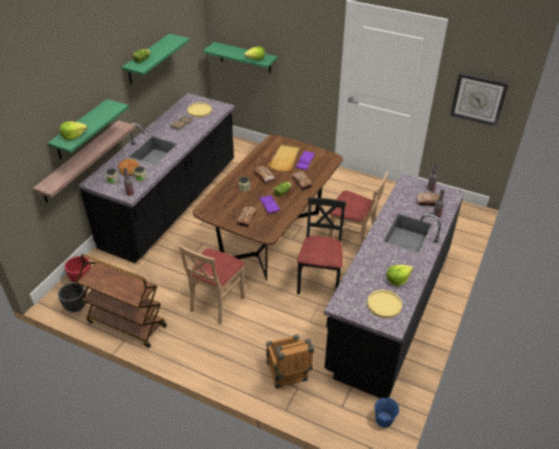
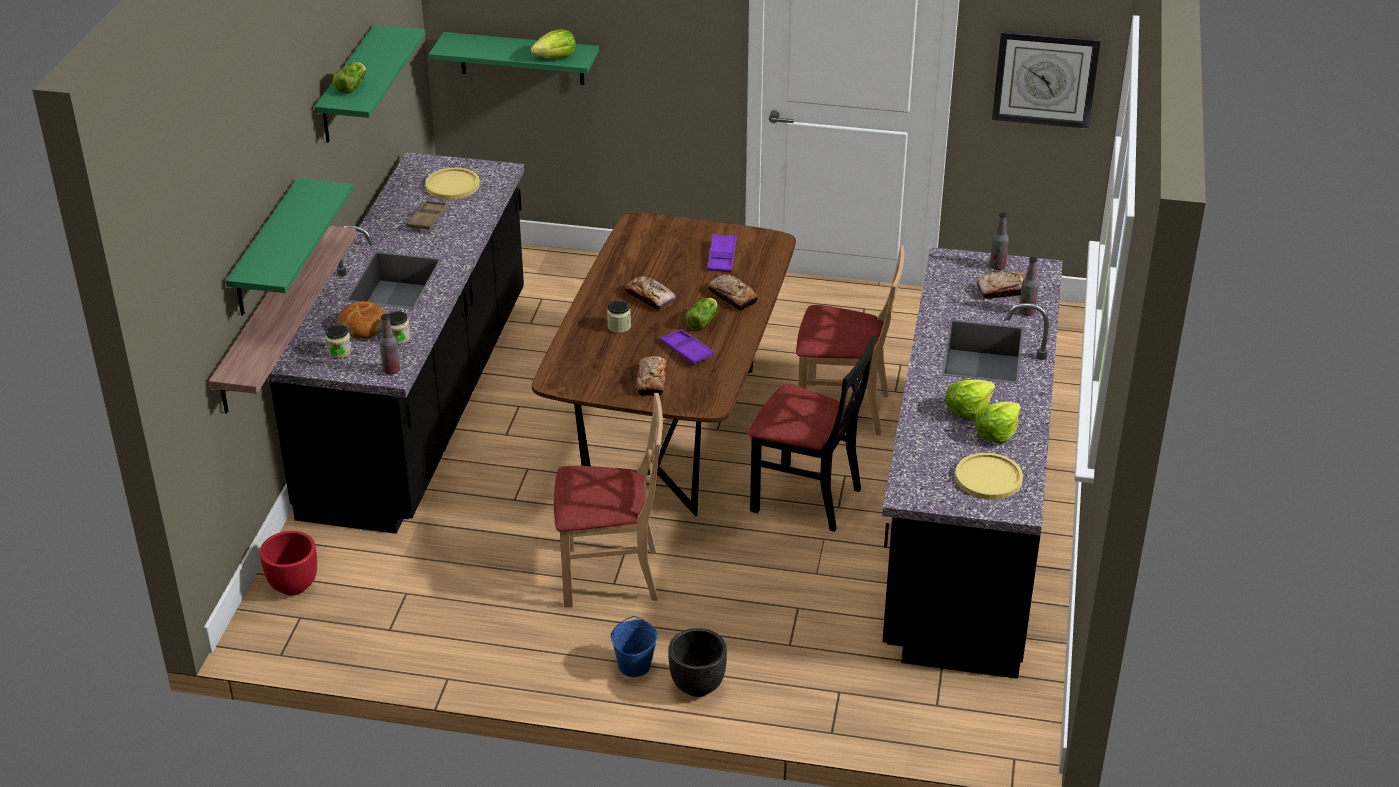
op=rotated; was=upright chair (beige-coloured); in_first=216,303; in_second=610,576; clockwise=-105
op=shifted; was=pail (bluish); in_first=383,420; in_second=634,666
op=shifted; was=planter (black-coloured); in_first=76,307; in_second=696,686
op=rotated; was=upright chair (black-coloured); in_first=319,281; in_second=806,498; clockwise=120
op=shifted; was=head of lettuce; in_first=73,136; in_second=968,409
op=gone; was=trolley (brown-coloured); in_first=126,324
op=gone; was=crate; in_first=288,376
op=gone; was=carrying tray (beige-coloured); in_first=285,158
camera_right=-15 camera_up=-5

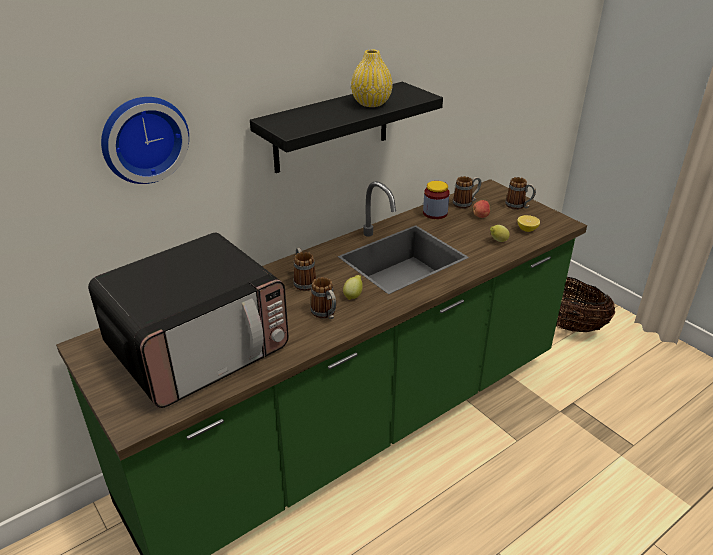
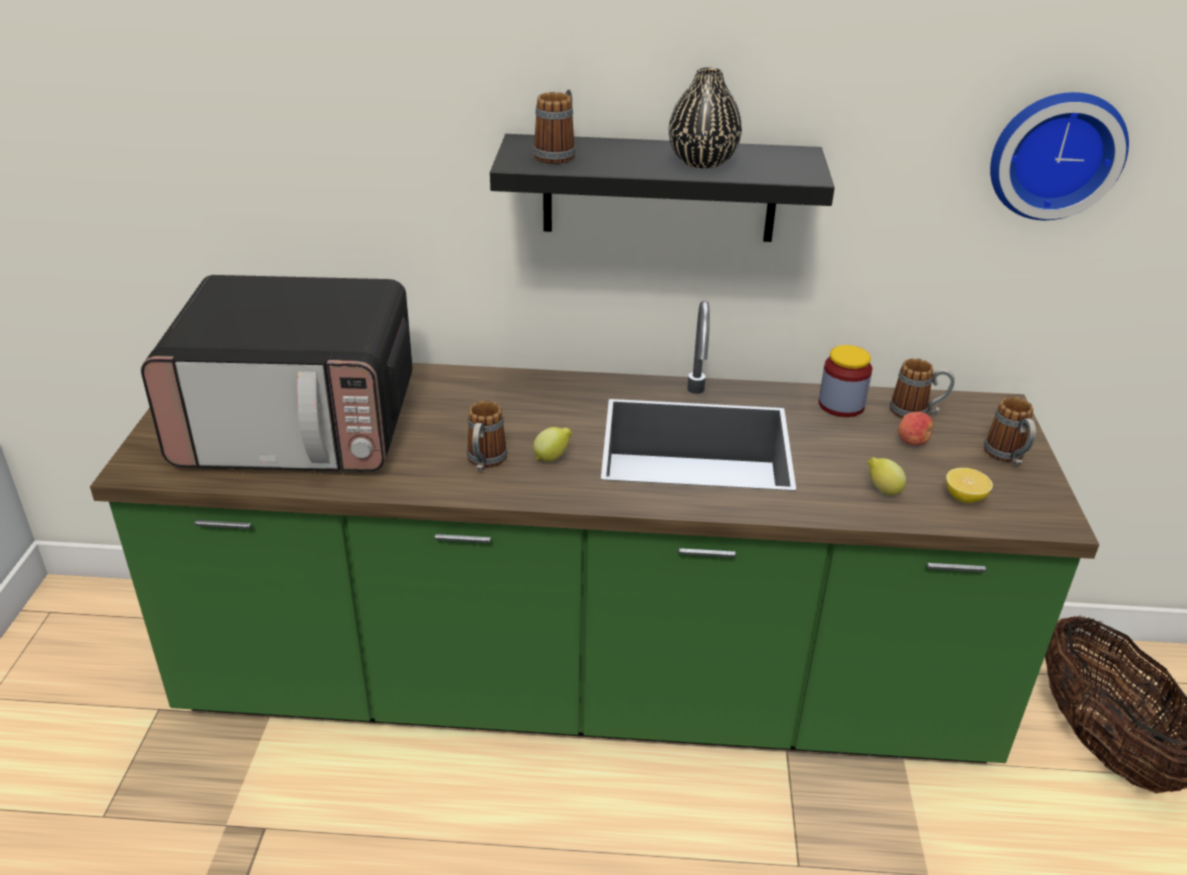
op=shifted; was=tea mug; in_first=303,281; in_second=558,154
op=repainted; was=vase (yellow-coloured); now=vase (black-coloured); in_first=371,103; in_second=702,162
op=shifted; was=hanging clock; in_first=143,138; in_second=1054,153
camera_right=40 camera_up=0

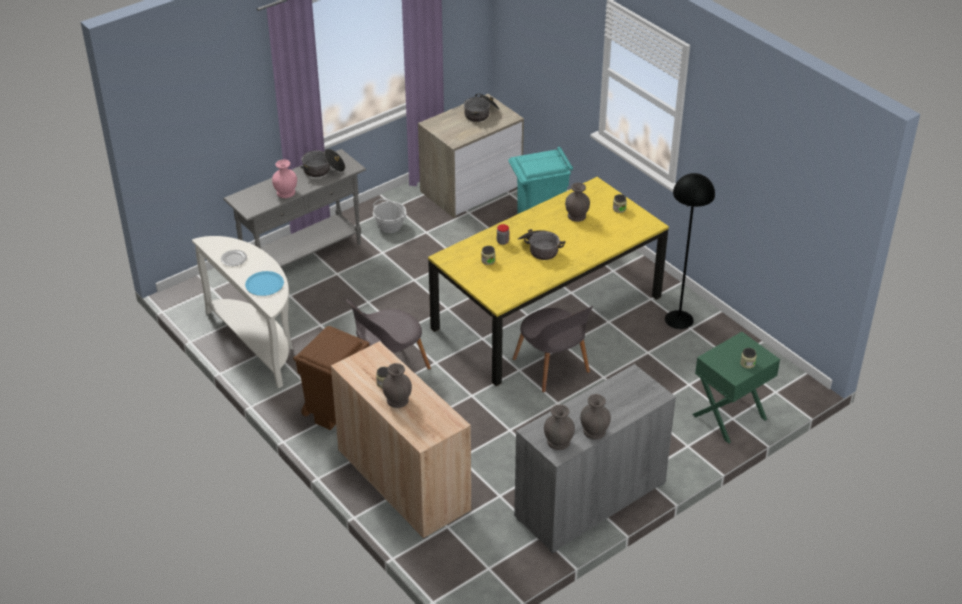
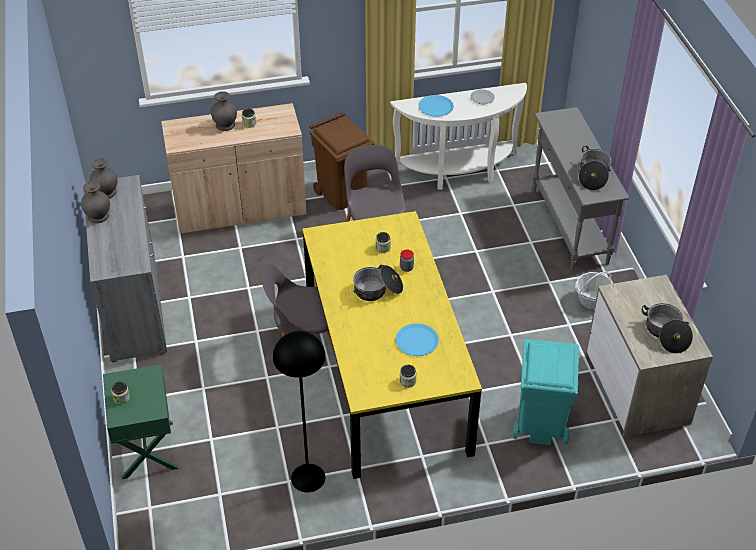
op=swapped; was=vase (grey); now=plate (bluish); in_first=577,215; in_second=417,340
op=gone; was=vase (pink-coloured); in_first=286,192
camera_right=115 camera_up=5

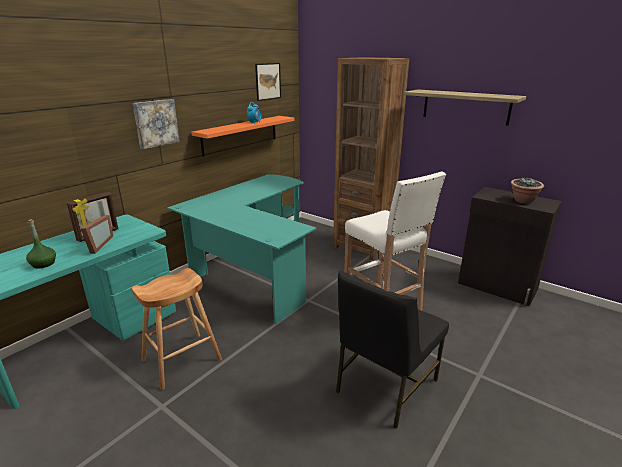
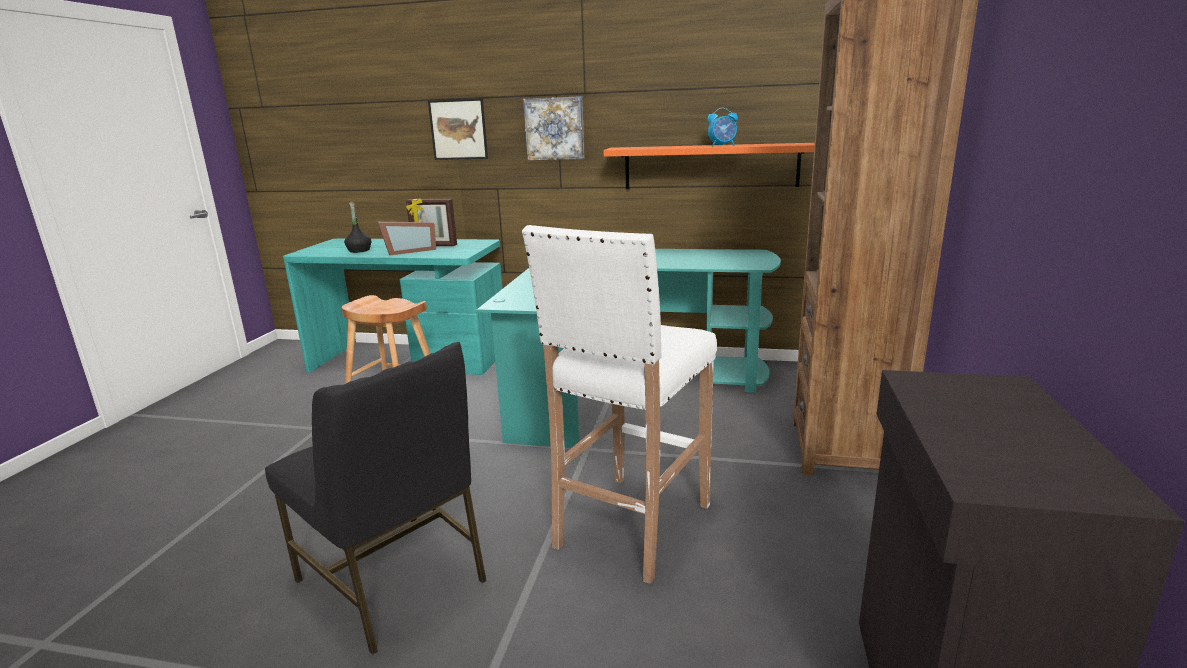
op=rotated; was=upright chair (black-coloured); in_first=384,386; in_second=394,581; clockwise=-150
op=repainted; was=beverage bottle (green); now=beverage bottle (black-coloured); in_first=43,264; in_second=359,250
op=shifted; was=picture; in_first=268,81; in_second=458,129
op=gone; was=bracket shelf; in_first=465,106
op=gone; was=plant in a pot; in_first=523,201
camera_right=65 camera_up=-5

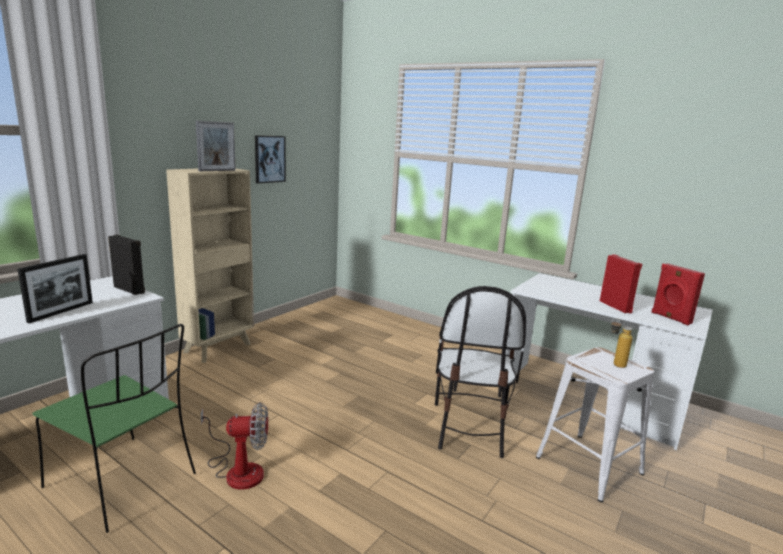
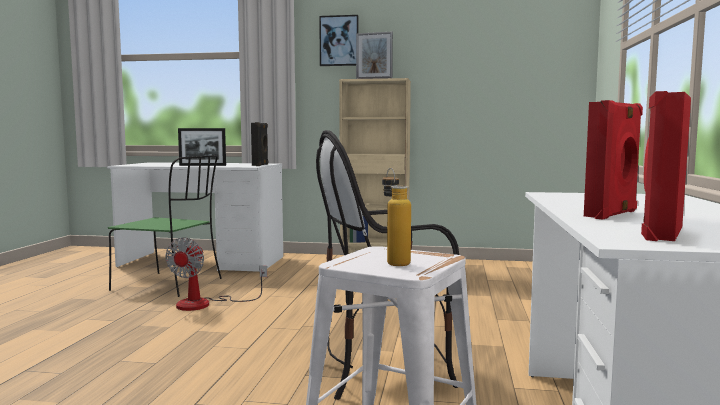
op=rotated; was=upright chair (green); in_first=124,482; in_second=170,285; clockwise=-75
op=rotated; was=electric fan; in_first=238,469; in_second=205,304; clockwise=45
op=shifted; was=picture; in_first=269,159; in_second=339,41
camera_right=65 camera_up=-10

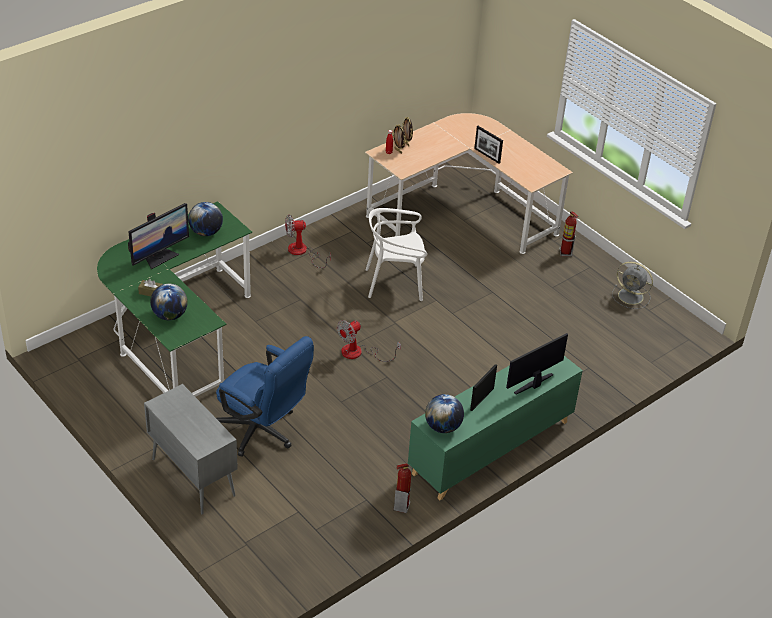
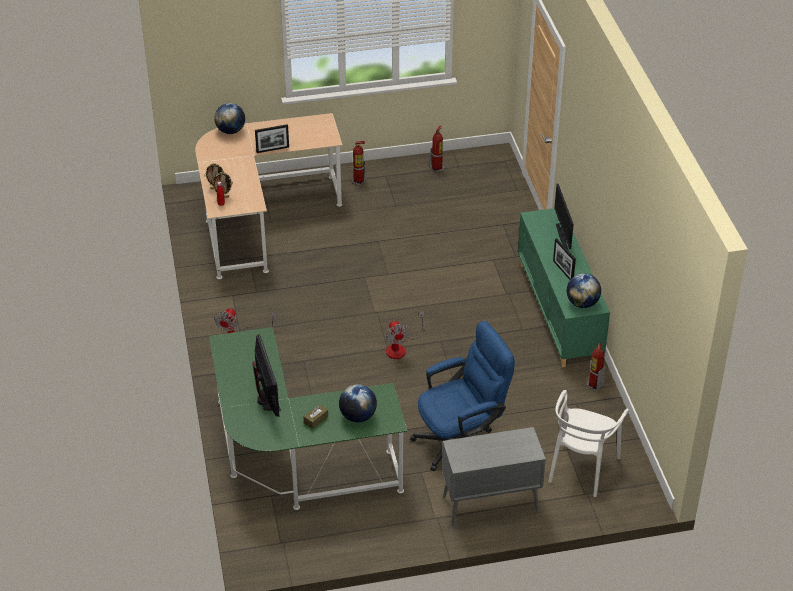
op=shifted; was=globe; in_first=206,232; in_second=230,131
op=swapped; was=electric fan (grey); now=fire-fighting cylinder; in_first=631,296; in_second=437,168
op=shifted; was=upright chair (whitish); in_first=394,283; in_second=581,468
camera_right=-60 camera_up=0

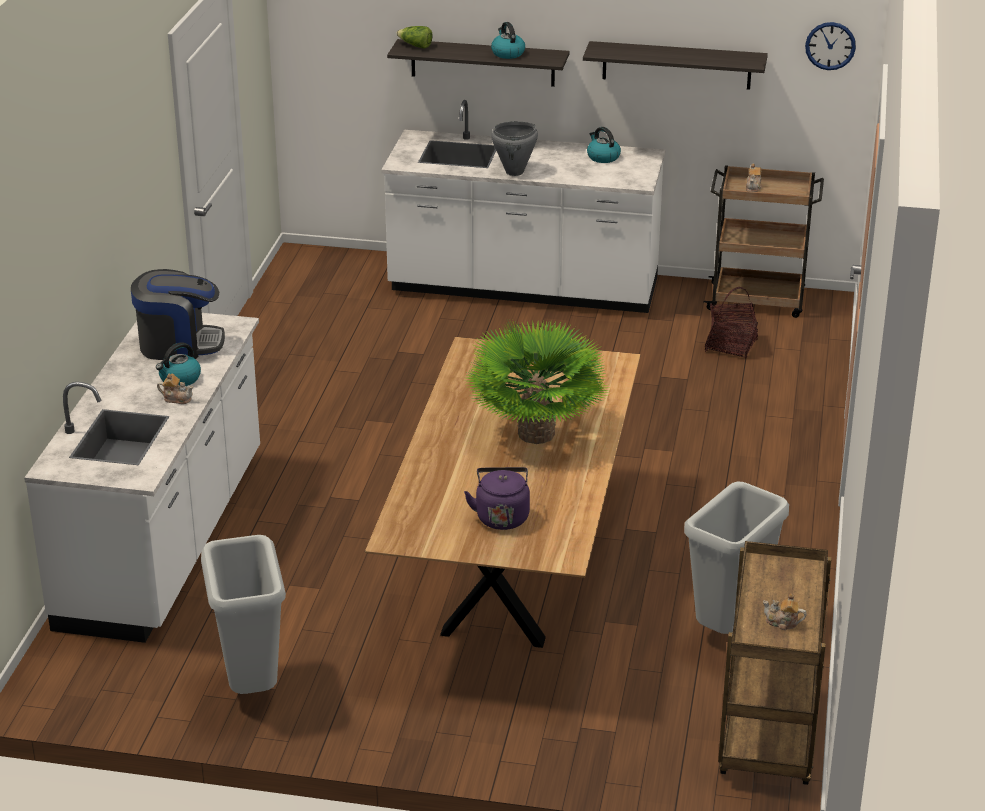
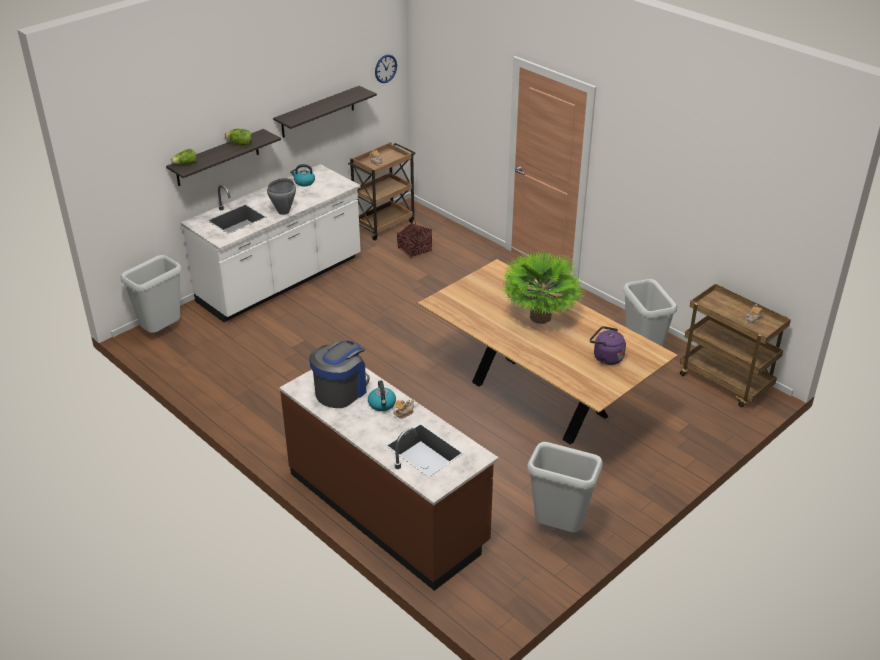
op=new; now=waste bin (grey); in_second=162,331
op=swapped; was=tea kettle; now=head of lettuce; in_first=507,53; in_second=240,144
op=repainted; was=counter (whitish); now=counter (brown-coloured); in_first=165,540; in_second=388,508
camera_right=-55 camera_up=5

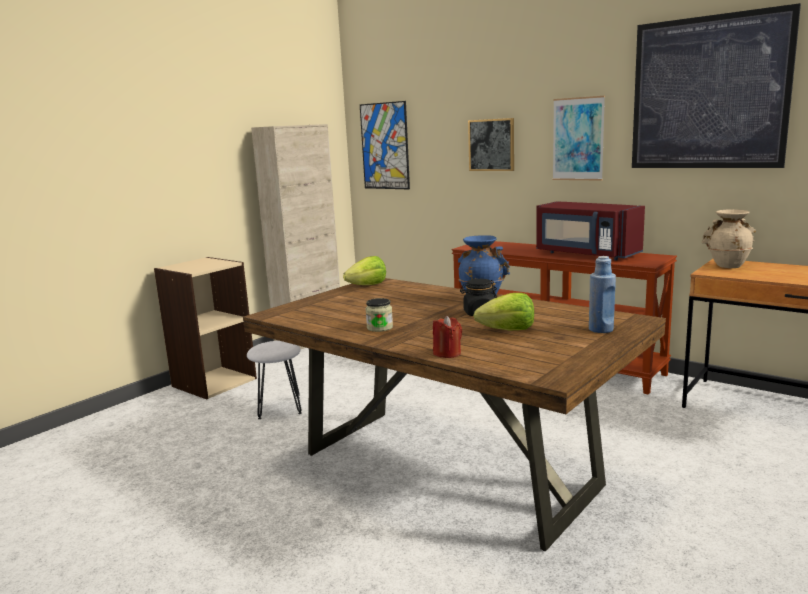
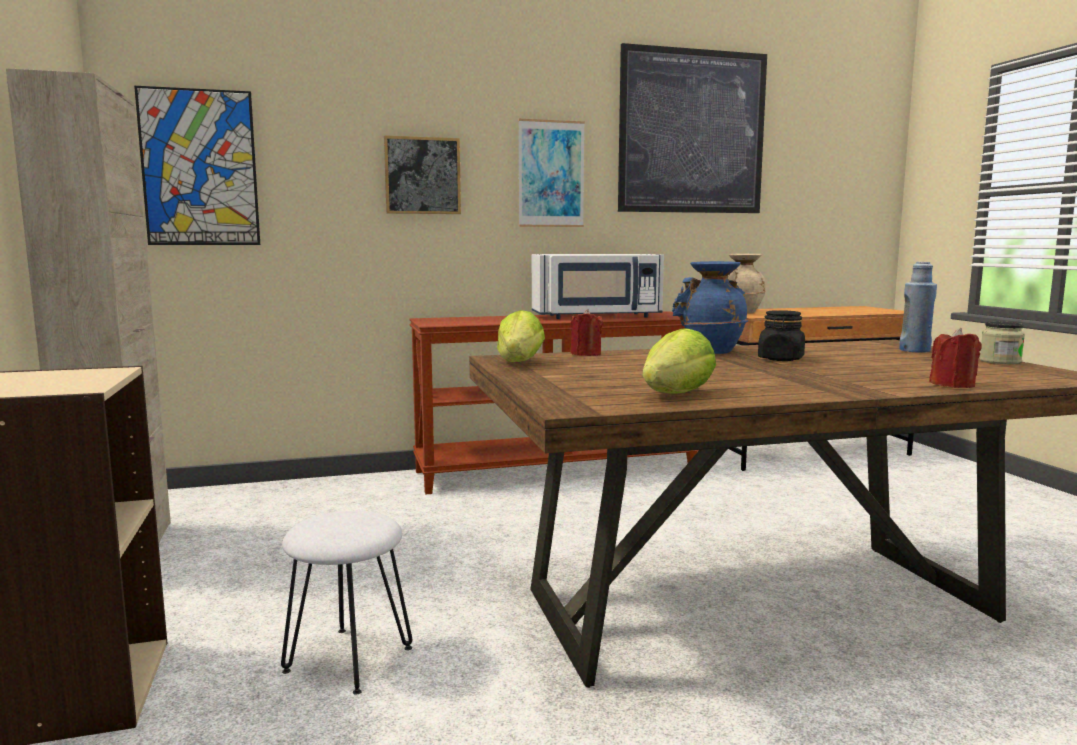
op=repainted; was=kitchen microwave (reddish); now=kitchen microwave (whitish); in_first=585,254; in_second=597,316
op=new; now=wax light (reddish); in_second=585,354
op=shifted; was=head of lettuce; in_first=508,330; in_second=676,394
op=shifted; was=jar; in_first=379,328; in_second=1000,361
camera_right=-55 camera_up=-5

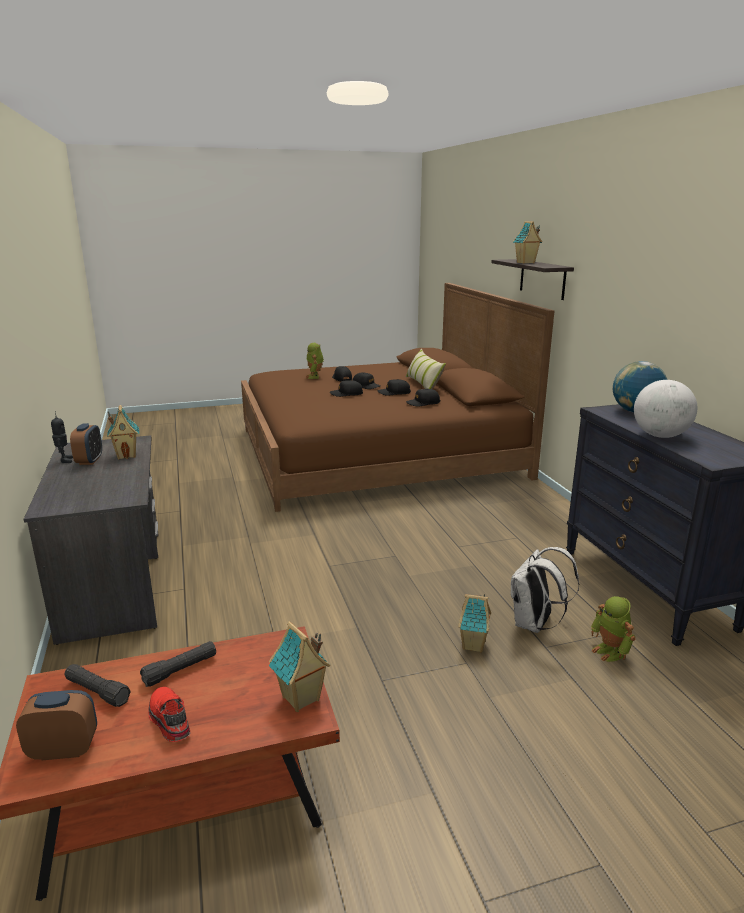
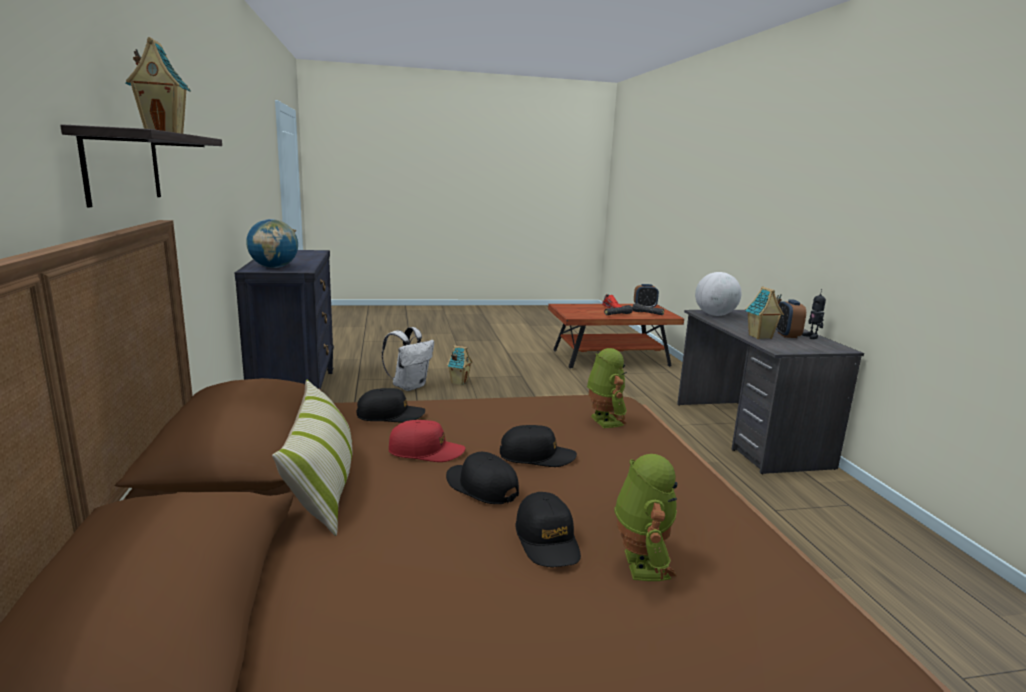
op=repainted; was=peaked cap (black-coloured); now=peaked cap (reddish); in_first=394,393; in_second=426,451
op=shifted; was=robot figure; in_first=610,652; in_second=603,421
op=shifted; was=globe; in_first=660,436; in_second=715,315
op=gone; was=model house; in_first=301,699
camera_right=-175 camera_up=-5

